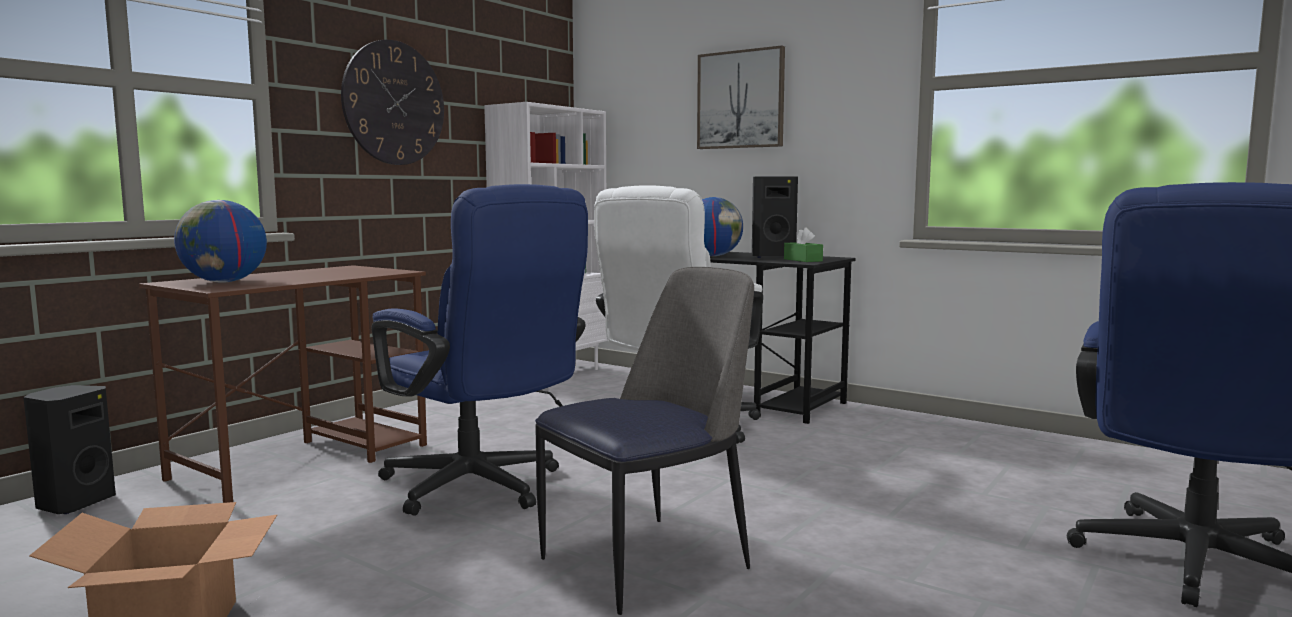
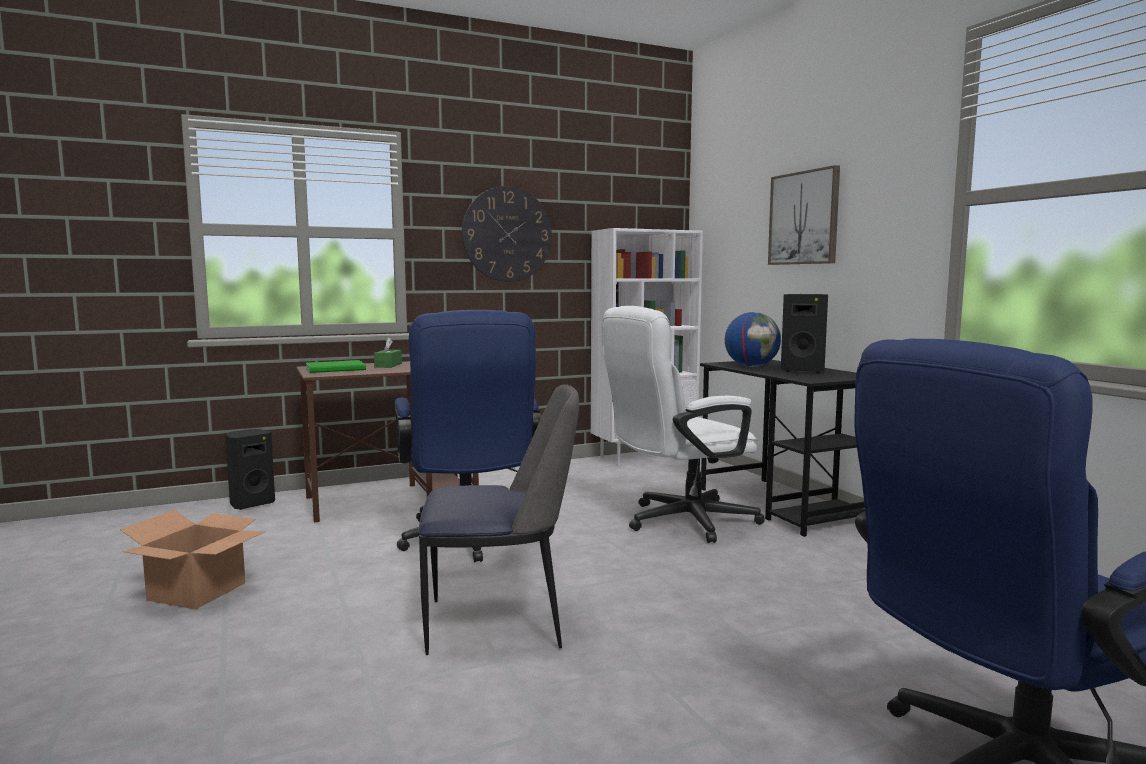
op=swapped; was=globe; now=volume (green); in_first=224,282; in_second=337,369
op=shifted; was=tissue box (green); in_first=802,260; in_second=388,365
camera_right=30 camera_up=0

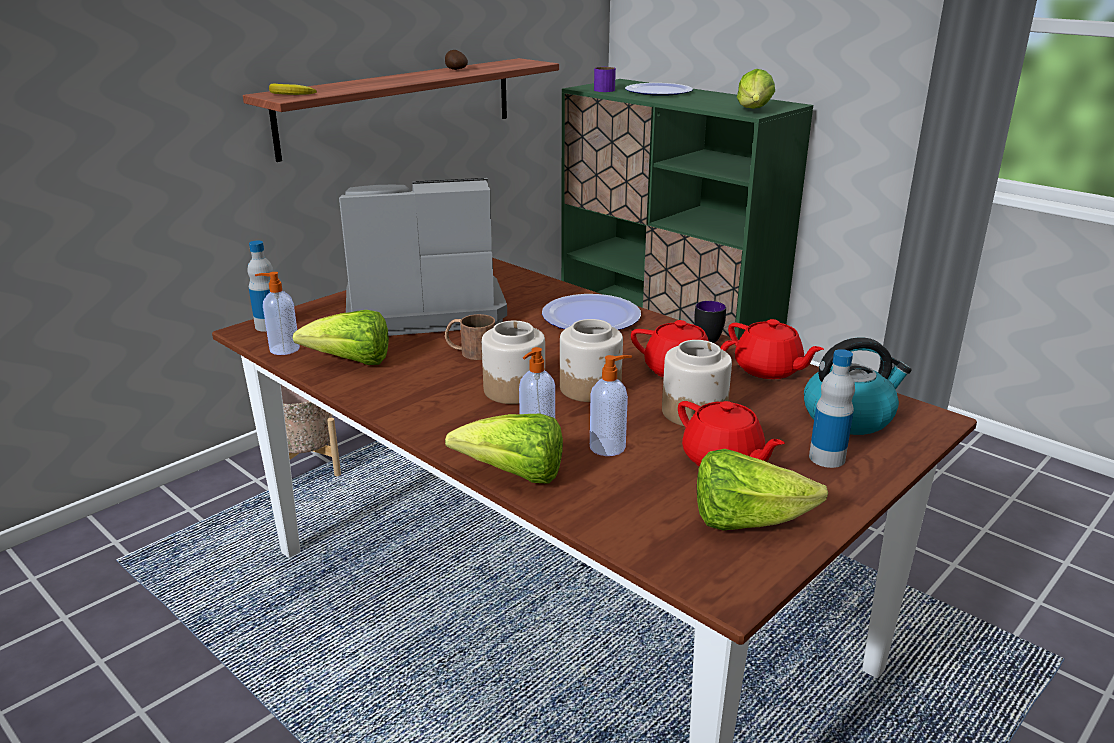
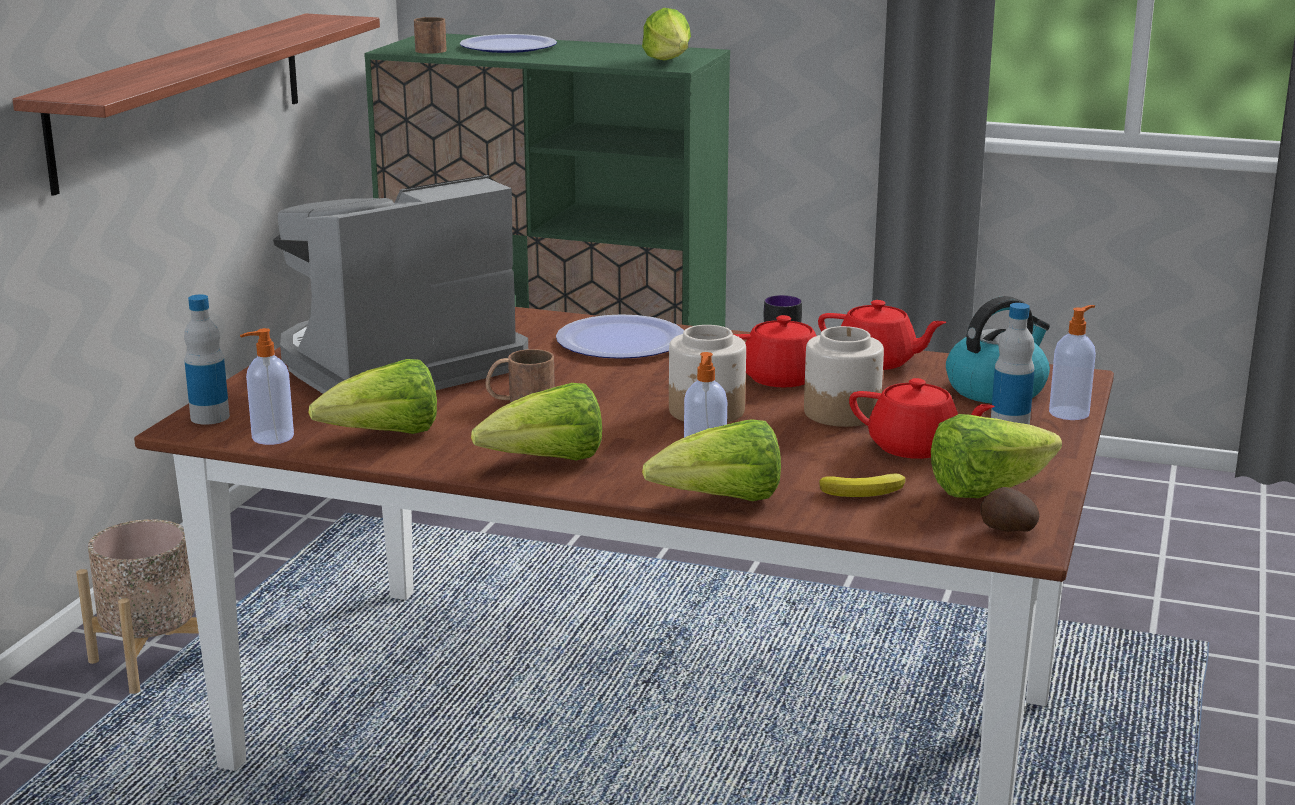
op=repainted; was=tea mug (purplish); now=tea mug (brown-coloured); in_first=604,89; in_second=429,49
op=new; now=head of lettuce; in_second=547,462
op=shifted; was=whole banana; in_first=291,94; in_second=866,491
op=shifted; was=potato; in_first=455,70; in_second=1008,530
op=shifted; was=soap bottle; in_first=609,447; in_second=1070,413
op=gone; was=jar; in_first=514,389
camera_right=-25 camera_up=-5

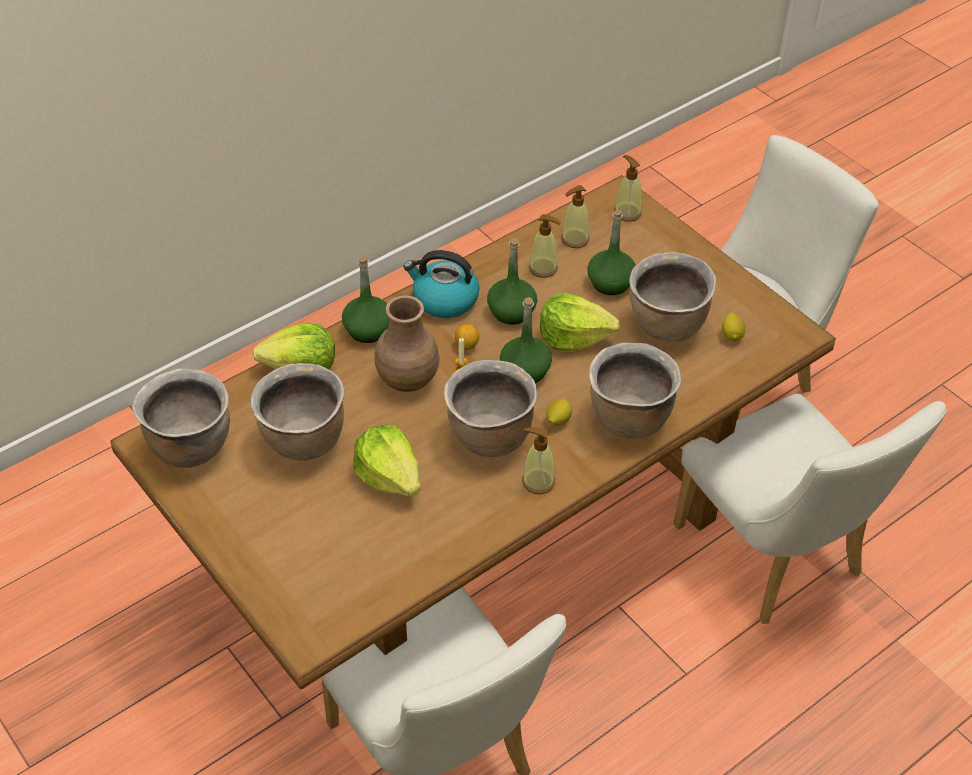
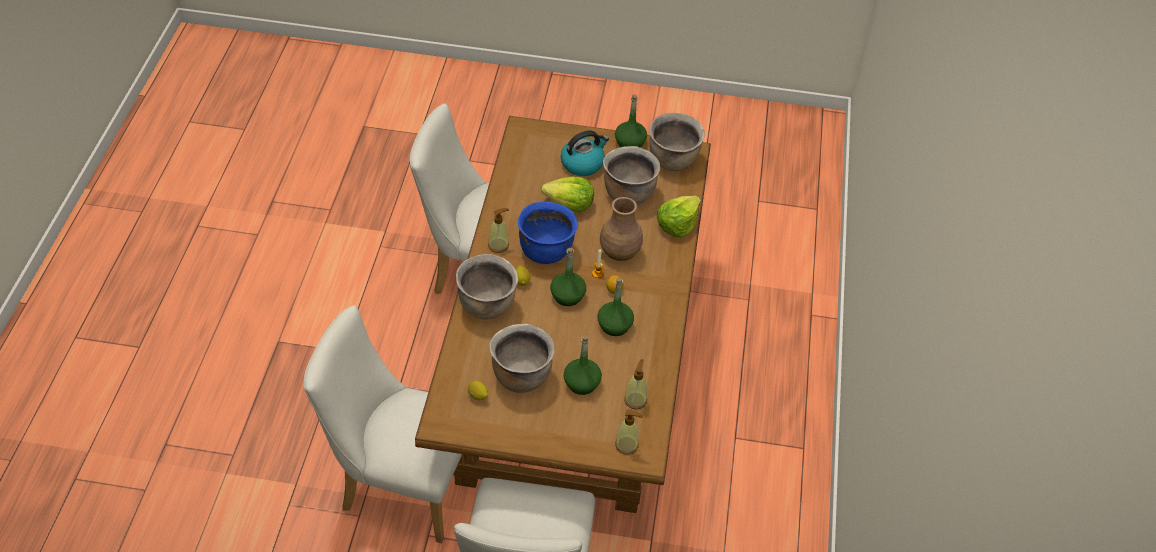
op=repainted; was=stockpot (brown-coloured); now=stockpot (bluish); in_first=489,436; in_second=546,251
op=shifted; was=tea kettle; in_first=444,300; in_second=583,164
op=shifted; was=beverage bottle (green); in_first=367,330; in_second=630,143
op=gone; was=soap bottle; in_first=543,268
op=gone; was=head of lettuce; in_first=573,337
camera_right=135 camera_up=0

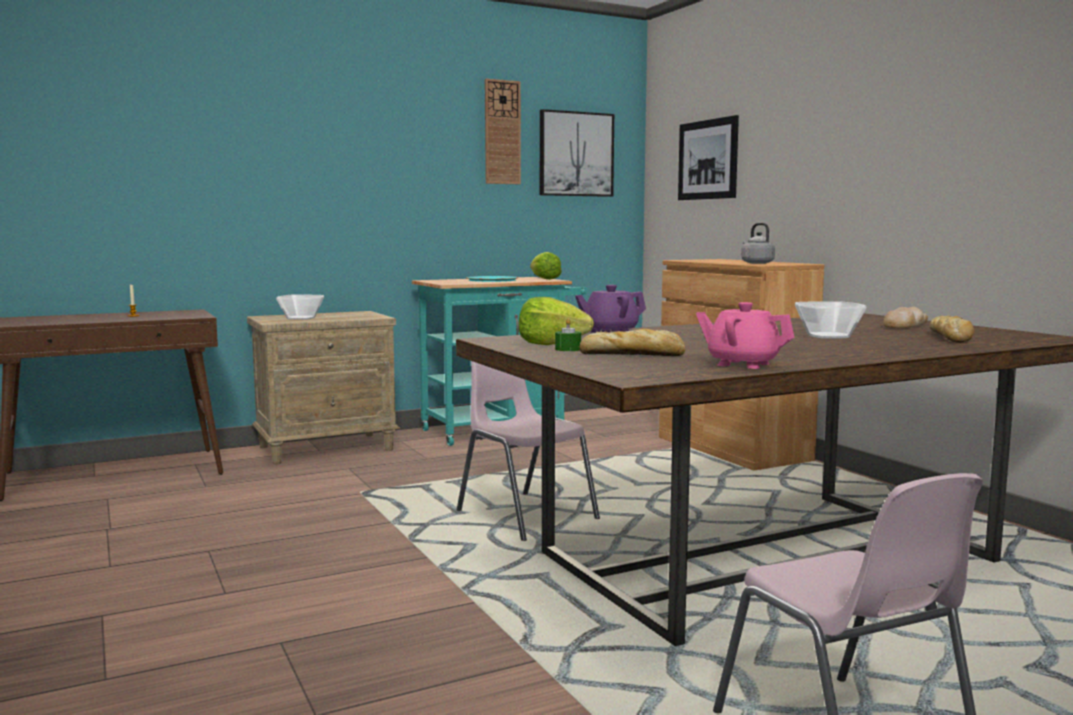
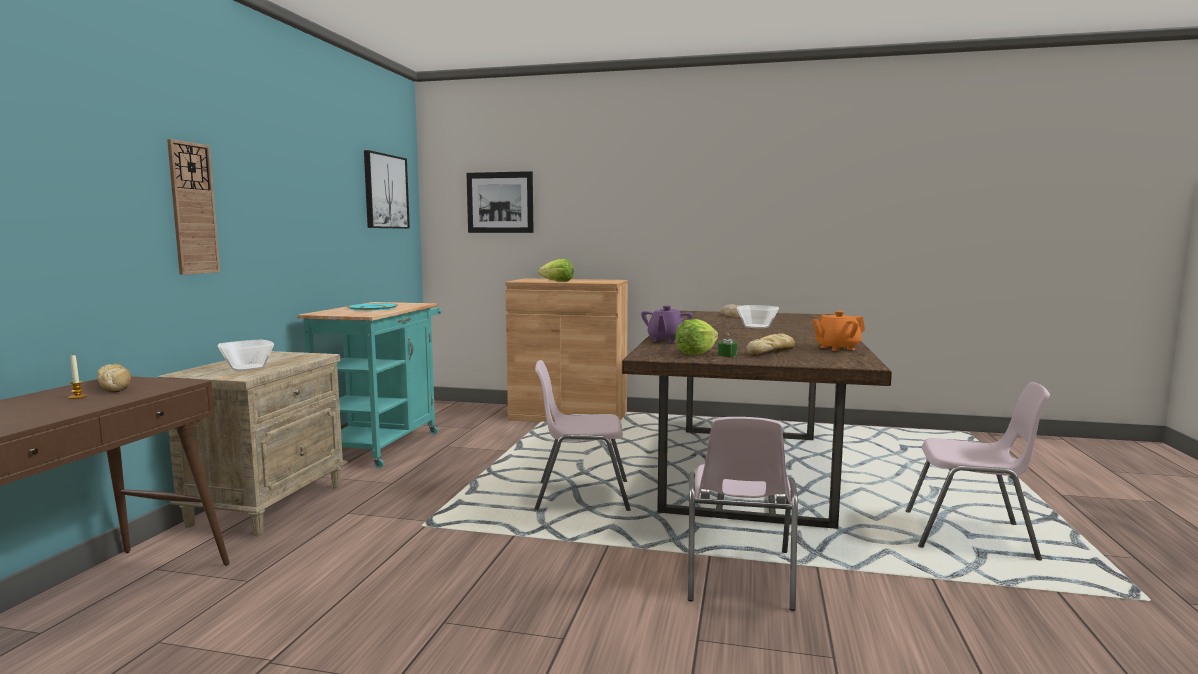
op=shifted; was=bread; in_first=950,337; in_second=115,385
op=shifted; was=hanging clock; in_first=502,132; in_second=193,208
op=shifted; was=head of lettuce; in_first=544,279; in_second=558,281
op=new; now=upright chair (pink-coloured); in_second=738,576
op=repainted; was=tea pot (pink-coloured); now=tea pot (orange); in_first=742,364; in_second=837,348
op=gone; was=tea kettle (grey); in_first=756,263
camera_right=-50 camera_up=0

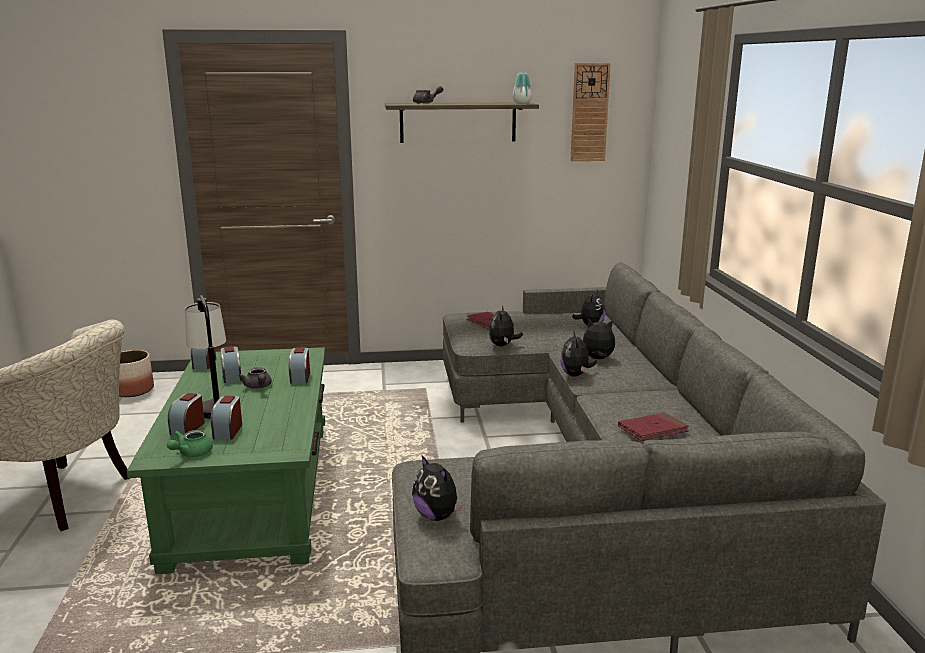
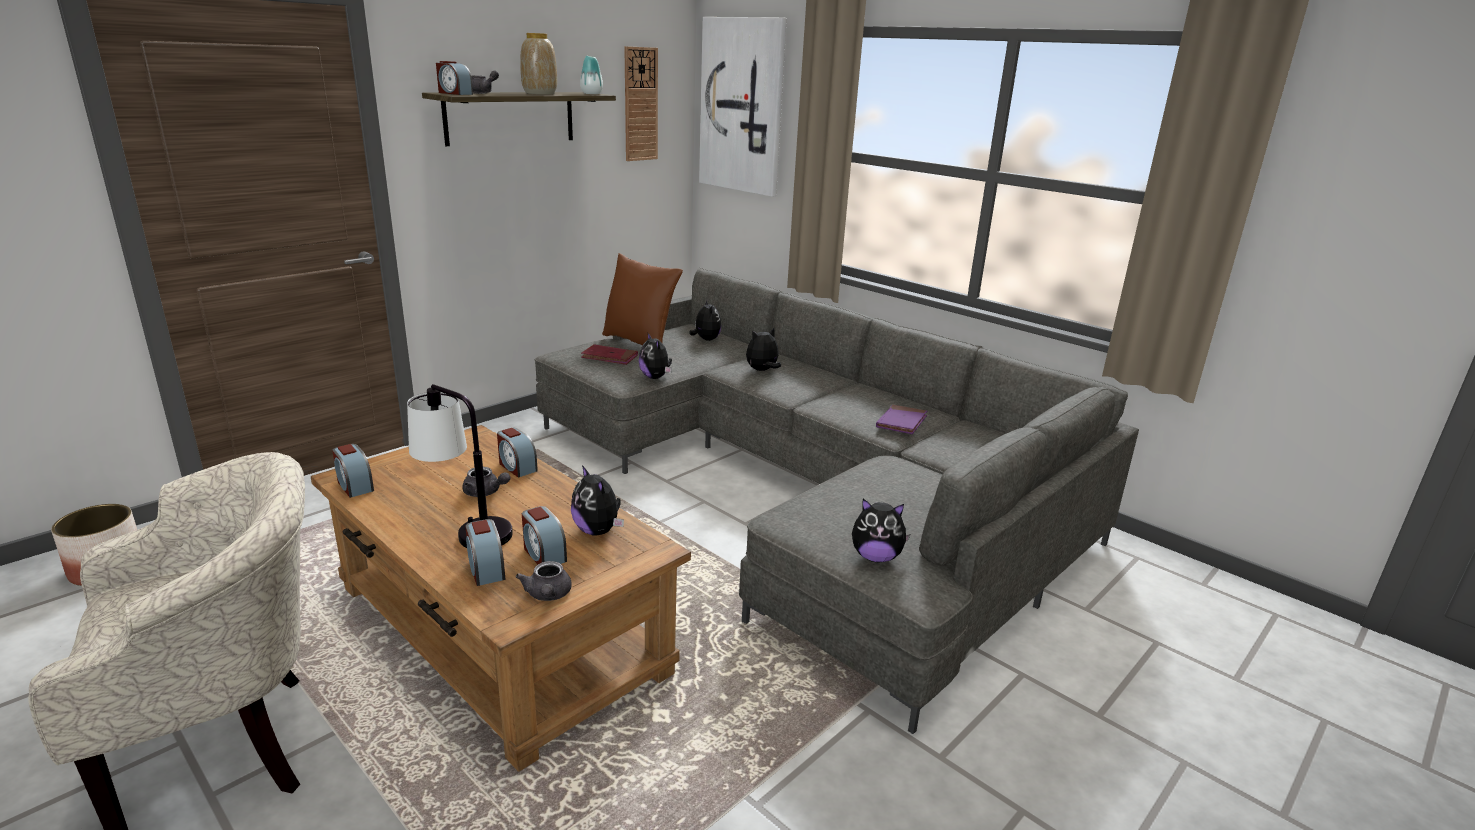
op=repainted; was=coffee table (green); now=coffee table (brown-coloured); in_first=252,493; in_second=501,630
op=shifted; was=alarm clock; in_first=231,376; in_second=454,93
op=repainted; was=tea pot (green); now=tea pot (grey); in_first=191,453; in_second=548,595
op=new; now=vase; in_second=540,93
op=shifted; was=soft toy; in_first=576,375; in_second=598,531
op=new; now=throw pillow (brown-coloured); in_second=640,342
op=new; now=picture; in_second=742,106
op=repainted; was=volume (reddish); now=volume (purplish); in_first=652,430; in_second=901,422
camera_right=-40 camera_up=5

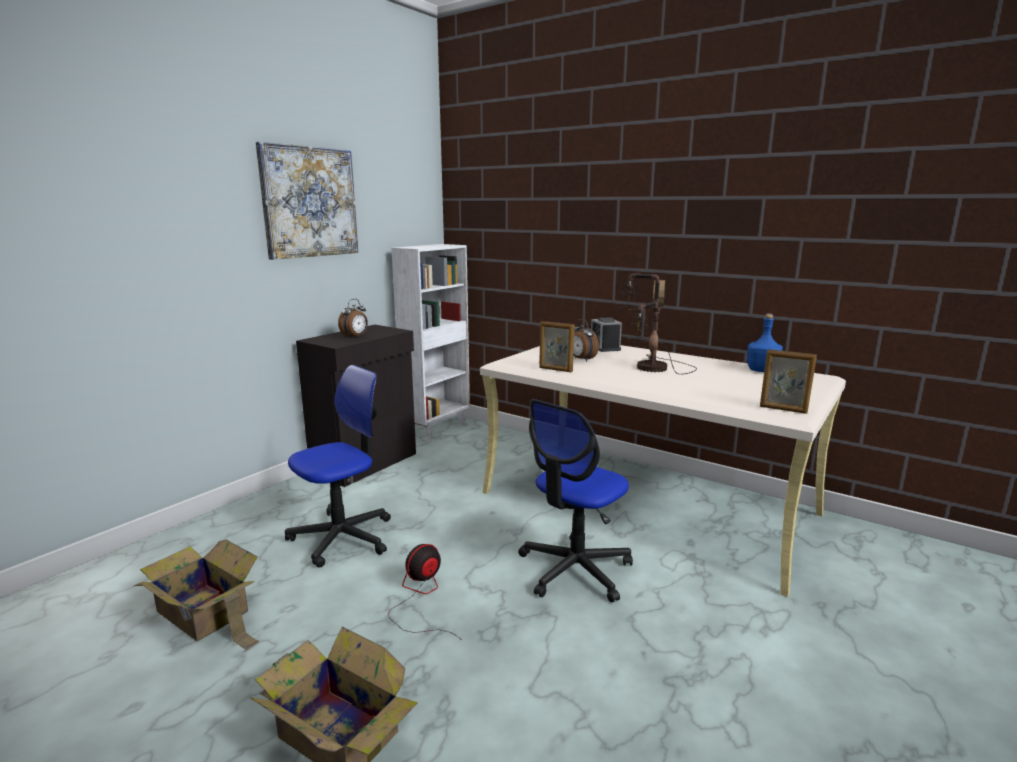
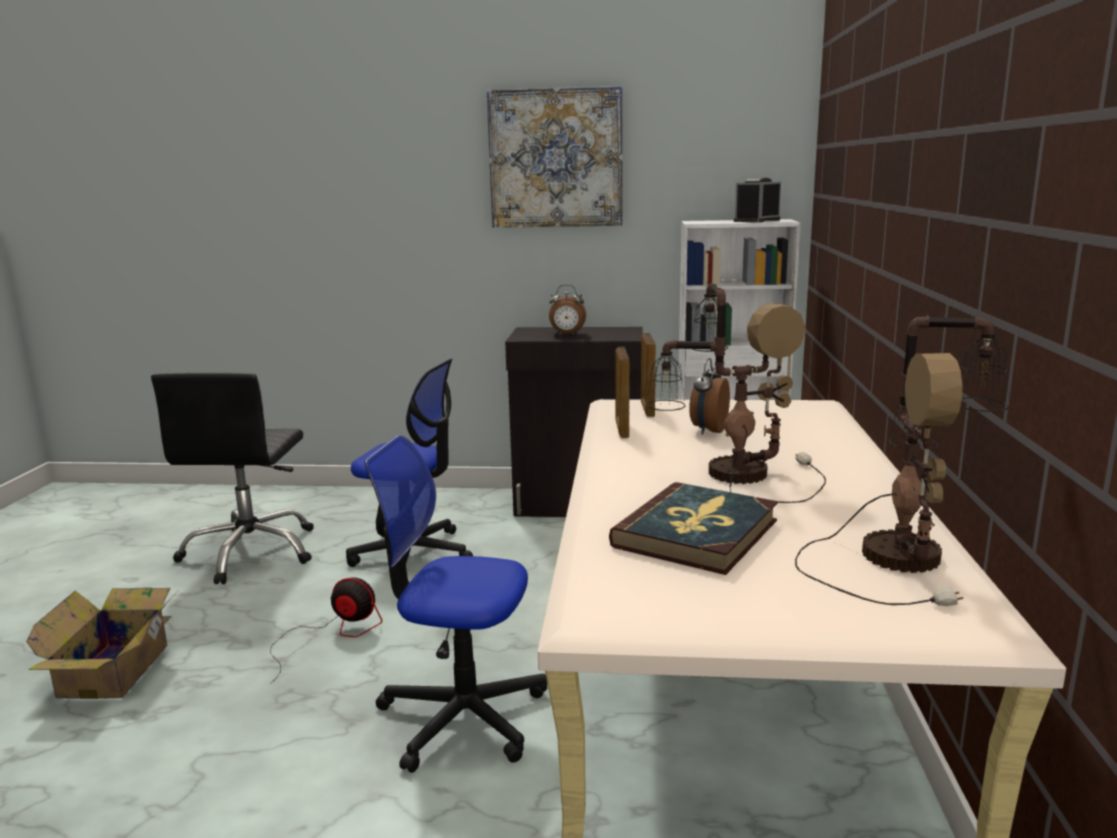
op=swapped; was=packing box; now=office chair (black-coloured); in_first=204,614; in_second=251,552
op=new; now=volume; in_second=697,533
op=shifted; was=photo frame; in_first=783,409; in_second=647,409
op=shifted; was=alarm clock; in_first=605,347; in_second=756,221
op=swapped; was=beverage bottle (bluish); now=table lamp; in_first=761,370; in_second=903,555
camera_right=60 camera_up=0

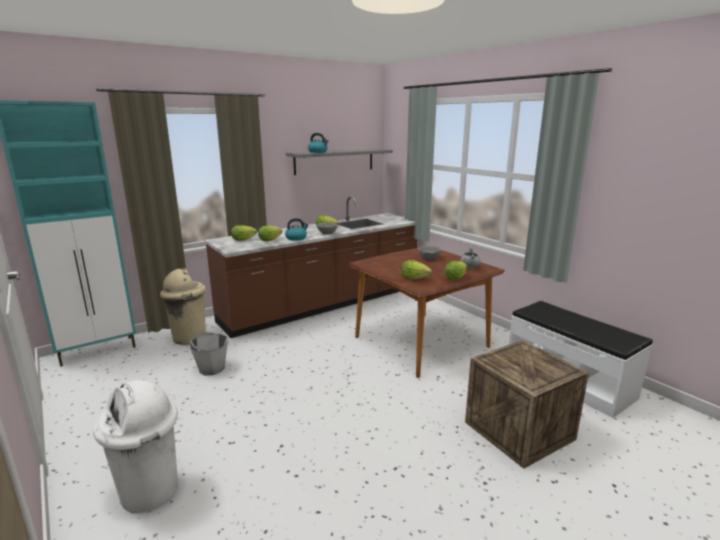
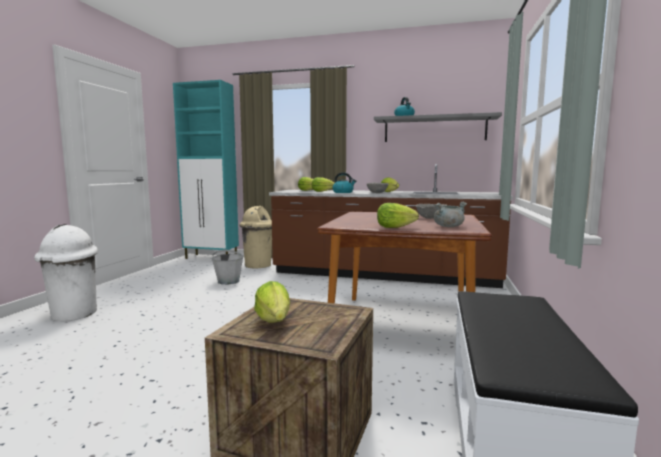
op=shifted; was=head of lettuce; in_first=414,278; in_second=274,320
camera_right=50 camera_up=-10

